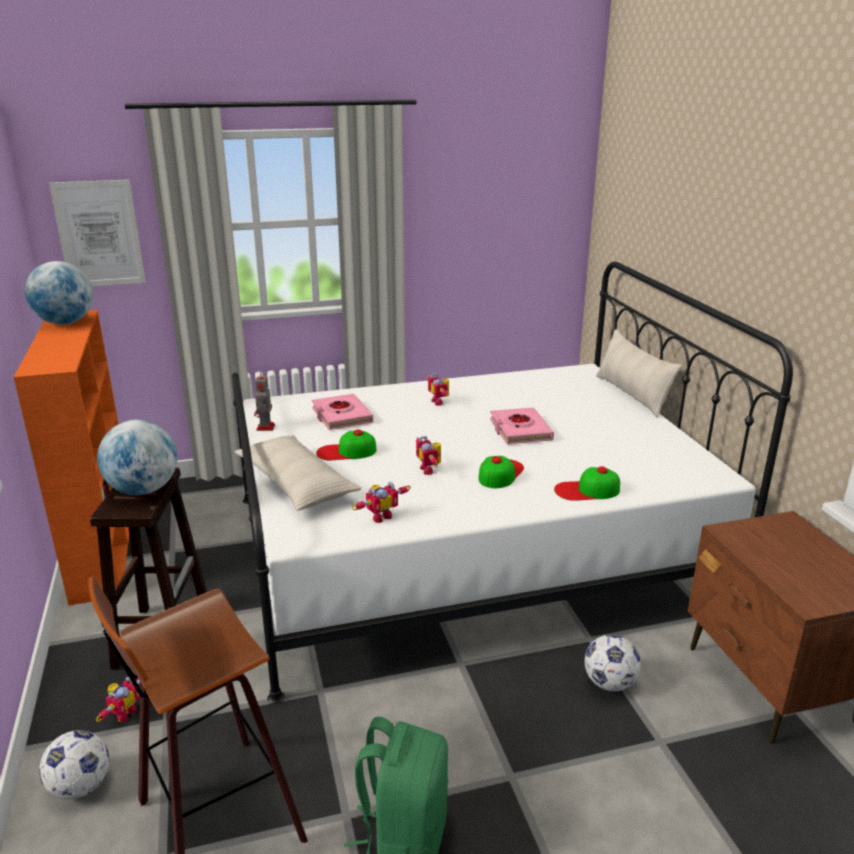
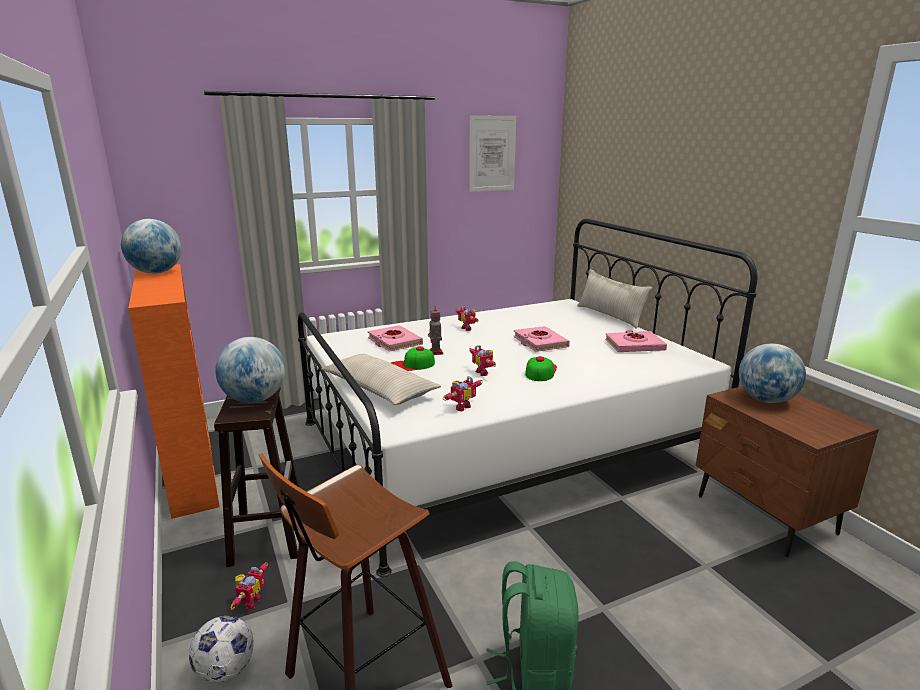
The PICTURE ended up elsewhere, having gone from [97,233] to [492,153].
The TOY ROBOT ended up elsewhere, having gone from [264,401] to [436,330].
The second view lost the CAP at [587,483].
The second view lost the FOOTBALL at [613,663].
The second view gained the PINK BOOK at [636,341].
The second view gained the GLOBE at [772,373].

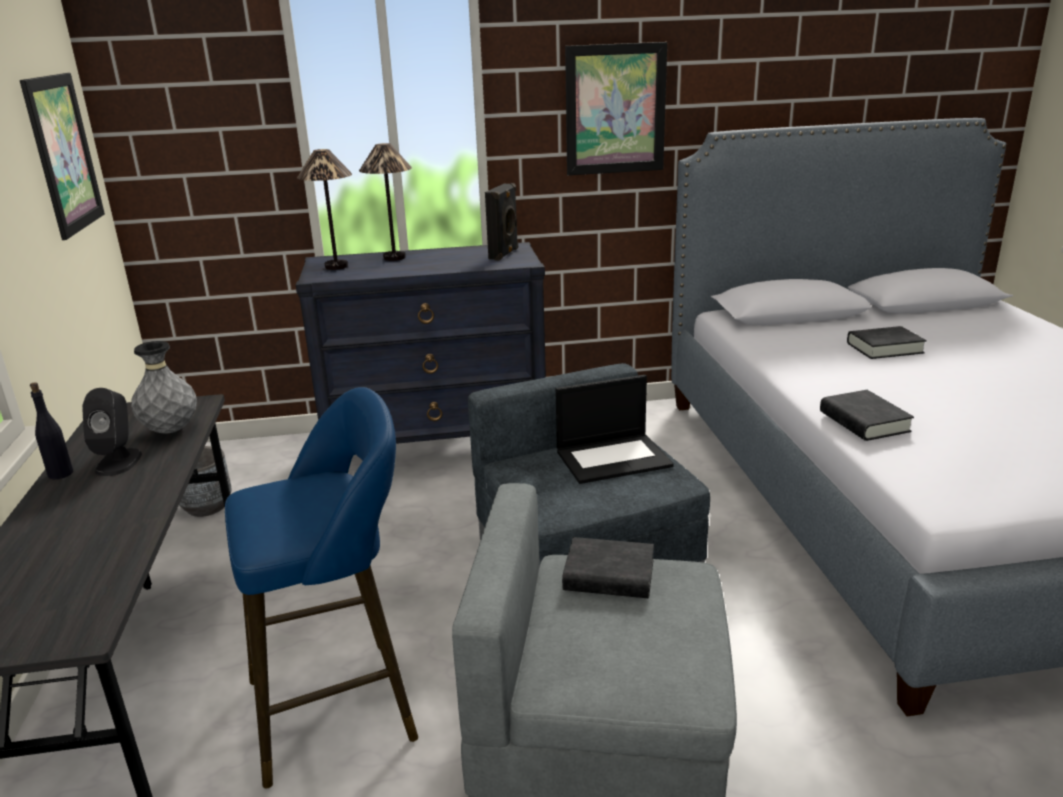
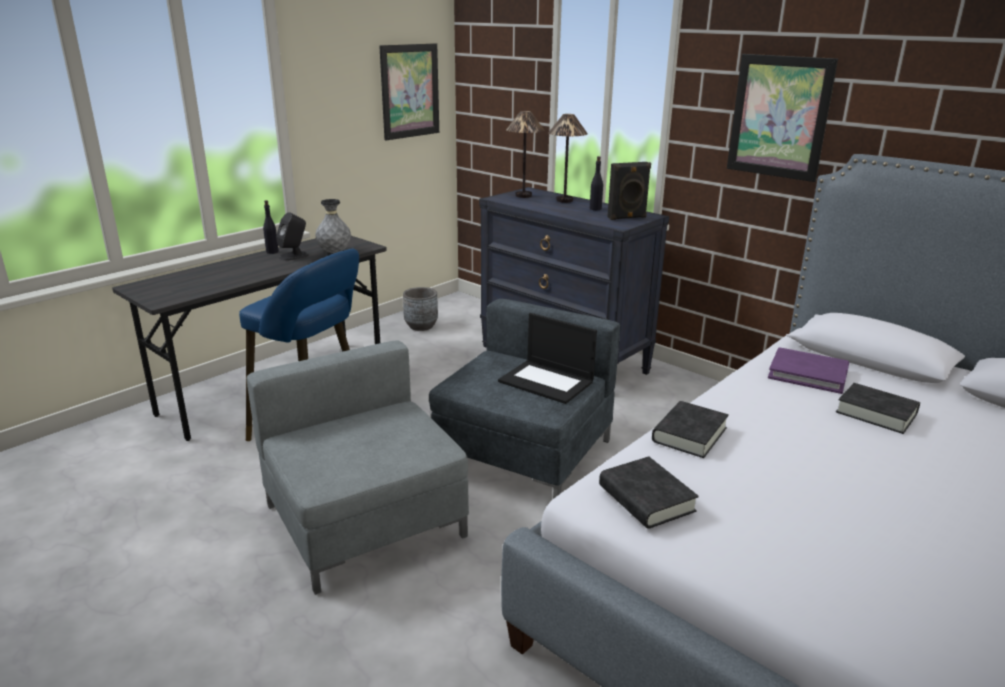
The BLACK BOOK ended up elsewhere, having gone from [608,567] to [649,492].
The second view gained the BLACK BOTTLE at [596,183].
The second view gained the PURPLE BOOK at [808,370].

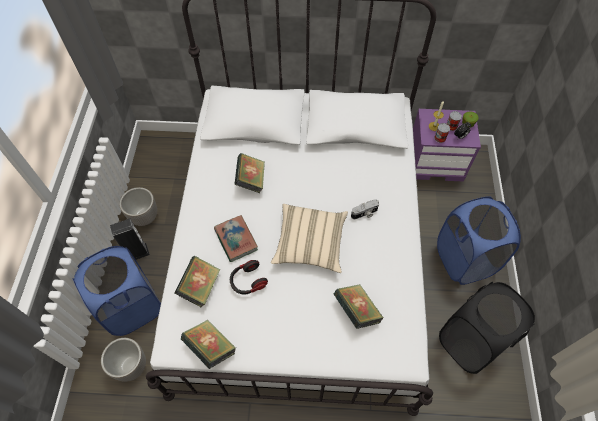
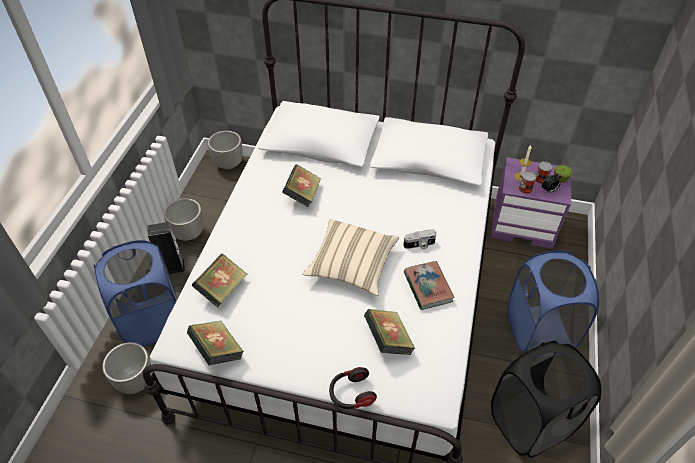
The BOOK ended up elsewhere, having gone from [236,238] to [429,285].
The HEADPHONES ended up elsewhere, having gone from [249,277] to [353,388].
The second view gained the PLANTER at [225,150].

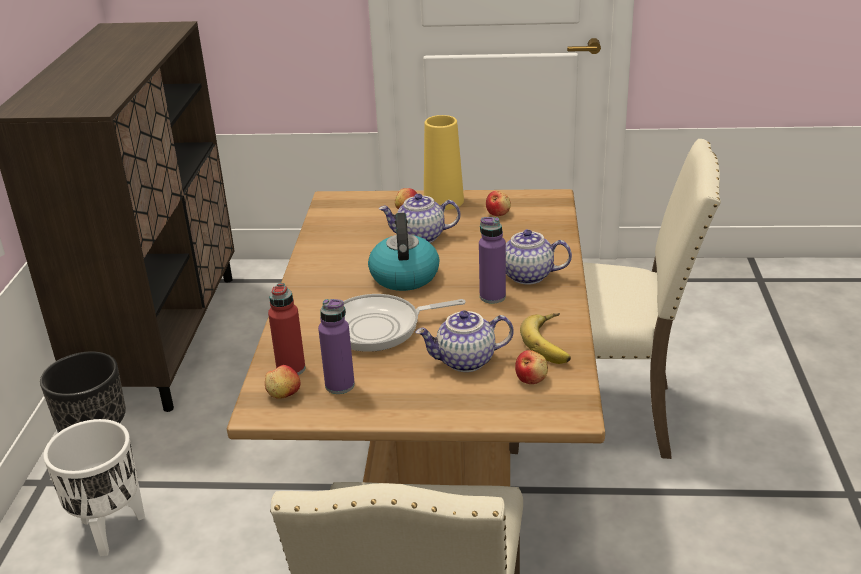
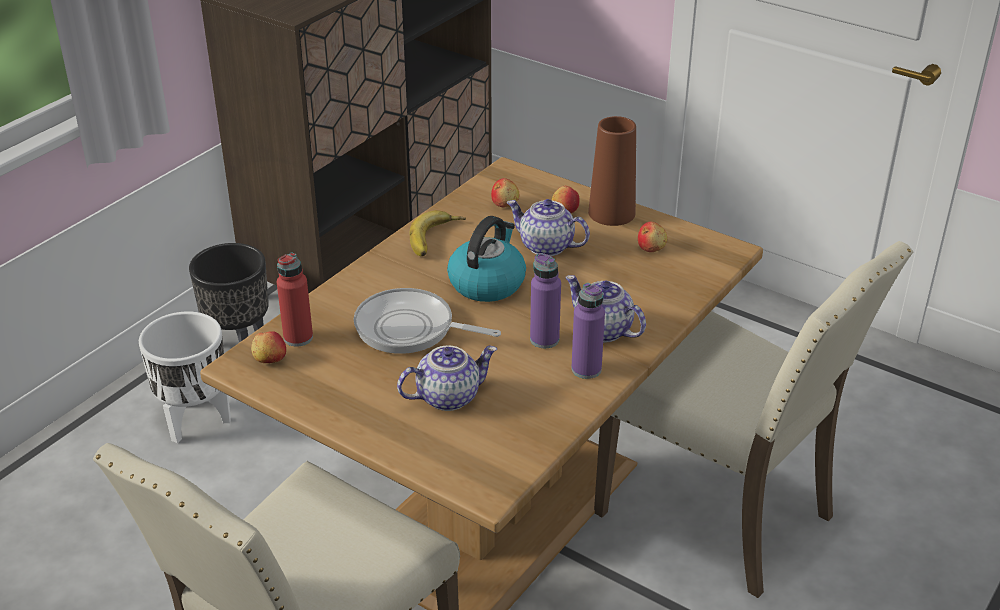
The PURPLE BOTTLE ended up elsewhere, having gone from [336,346] to [588,331].
The TEAPOT at [464,341] ended up facing another way, 135 degrees clockwise from before.
What was the YELLOW VASE at [444,162] turned into the BROWN VASE at [612,171].
The APPLE ended up elsewhere, having gone from [531,367] to [505,192].
The BANANA ended up elsewhere, having gone from [545,338] to [437,233].

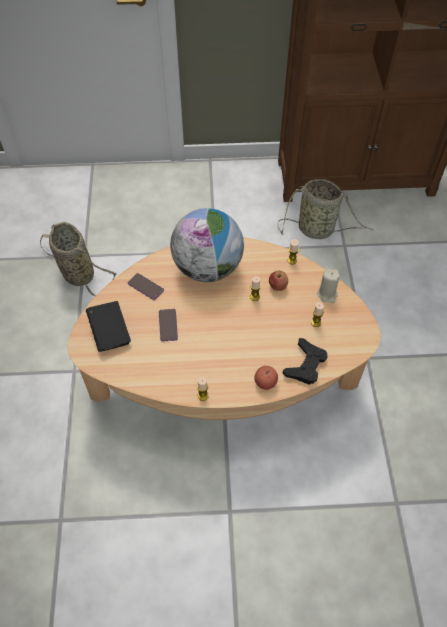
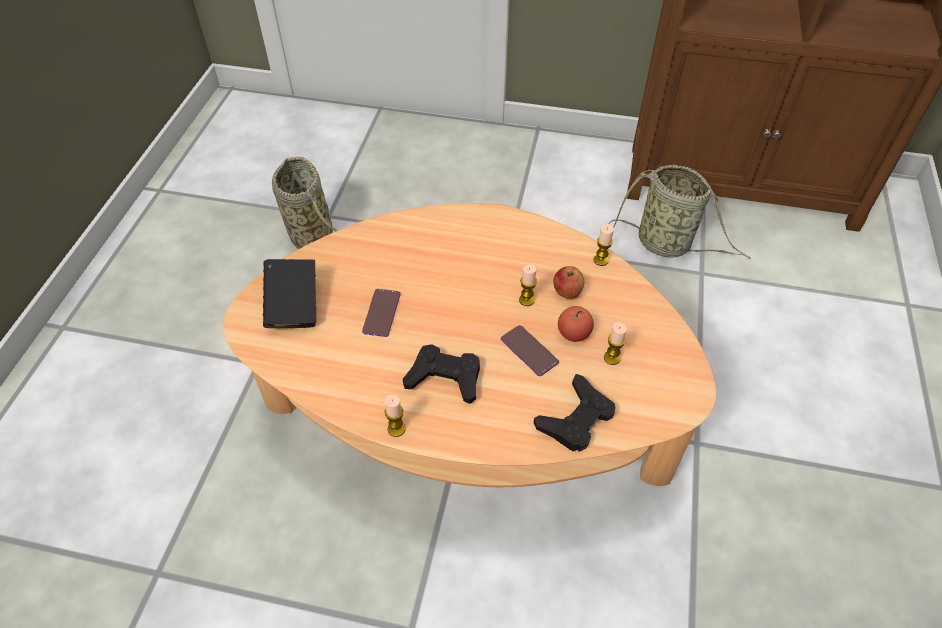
The PHONE ended up elsewhere, having gone from [146,286] to [530,350].
The second view lost the GLOBE at [207,245].
The APPLE ended up elsewhere, having gone from [266,378] to [576,324].
The second view lost the BEIGE CANDLE at [328,285].
The second view gained the BLACK GAME CONTROLLER at [441,374].

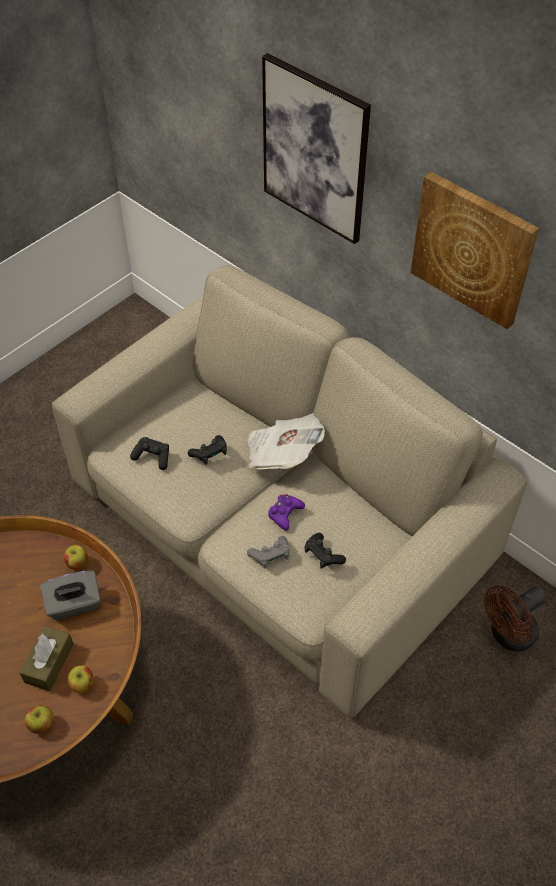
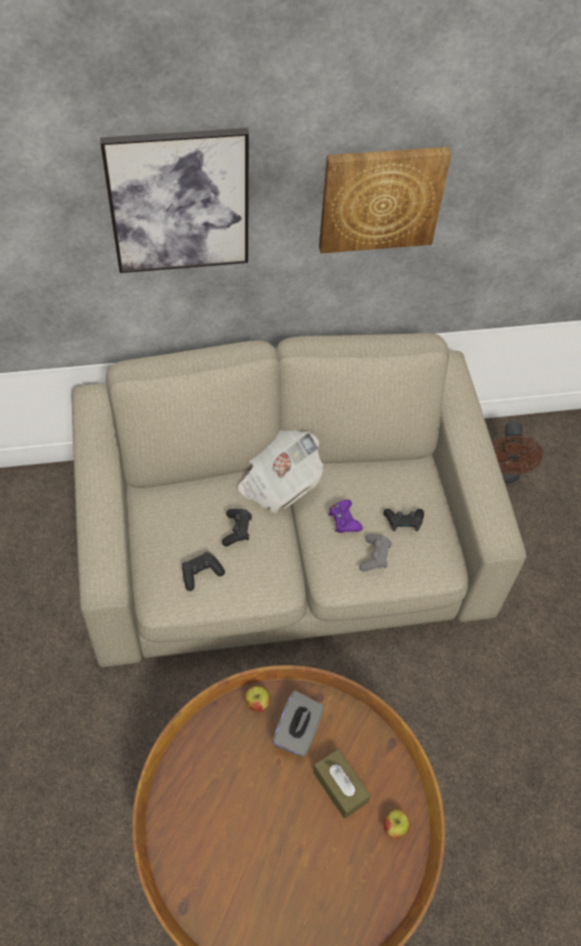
The second view lost the APPLE at [80,679].

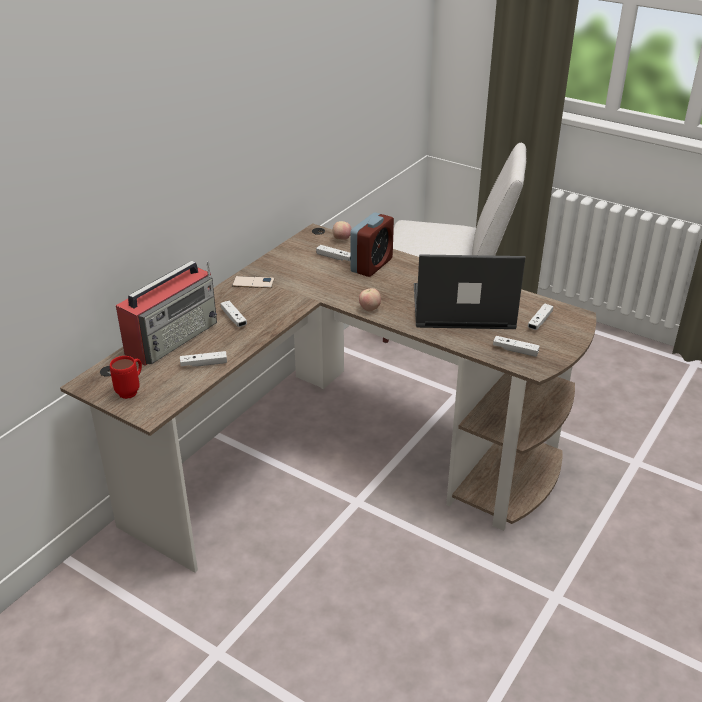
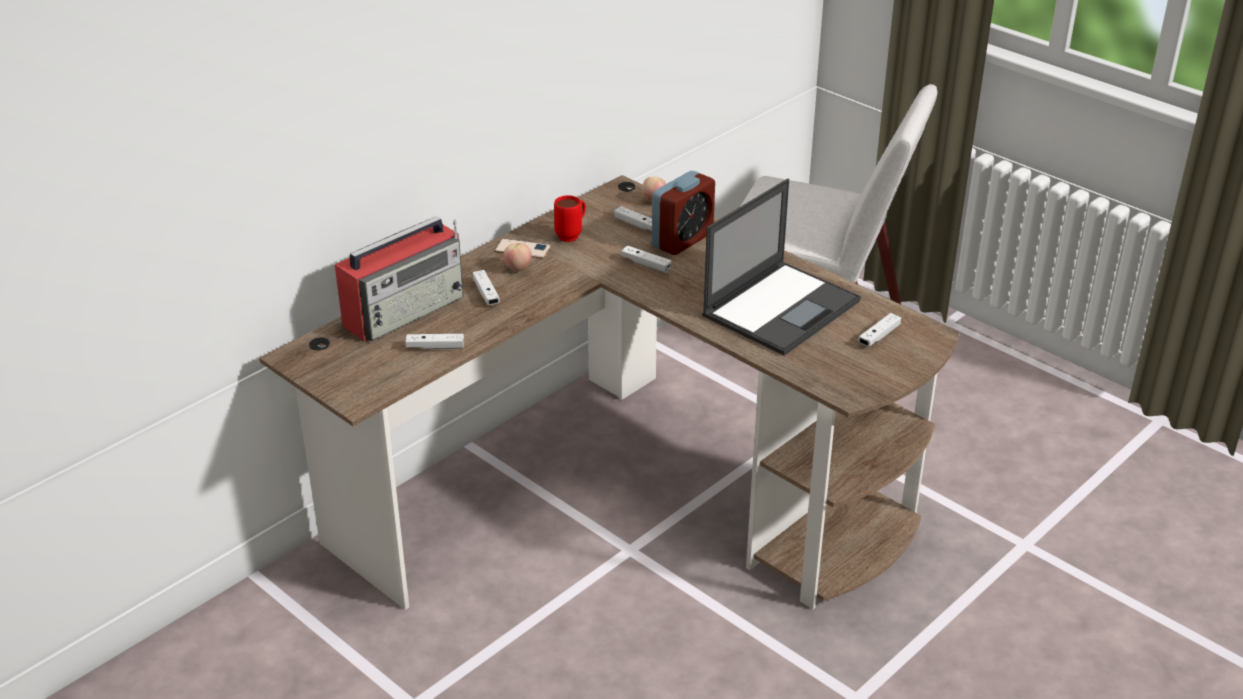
The RED MUG ended up elsewhere, having gone from [126,377] to [570,218].
The APPLE ended up elsewhere, having gone from [370,299] to [517,257].
The LAPTOP at [470,291] ended up facing another way, 120 degrees clockwise from before.
The WHITE GAME CONTROLLER ended up elsewhere, having gone from [516,346] to [646,259].

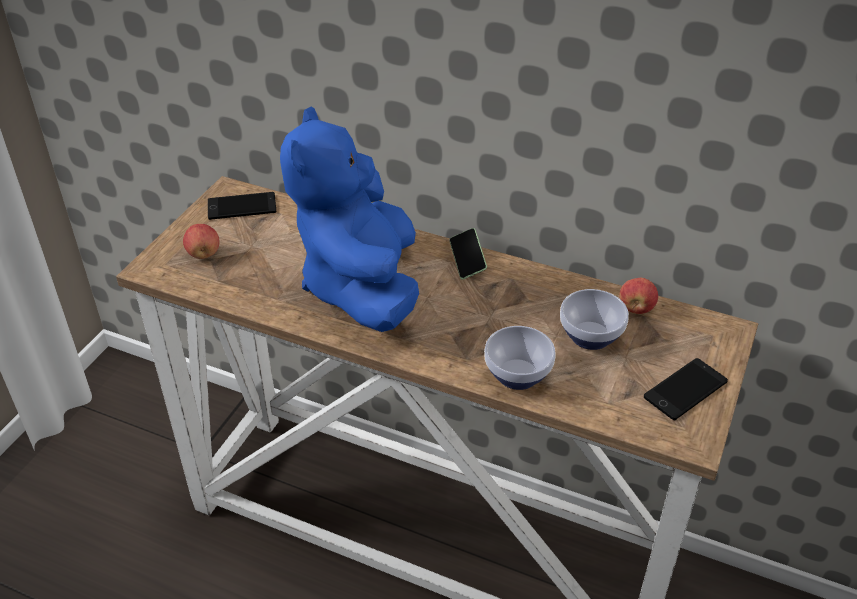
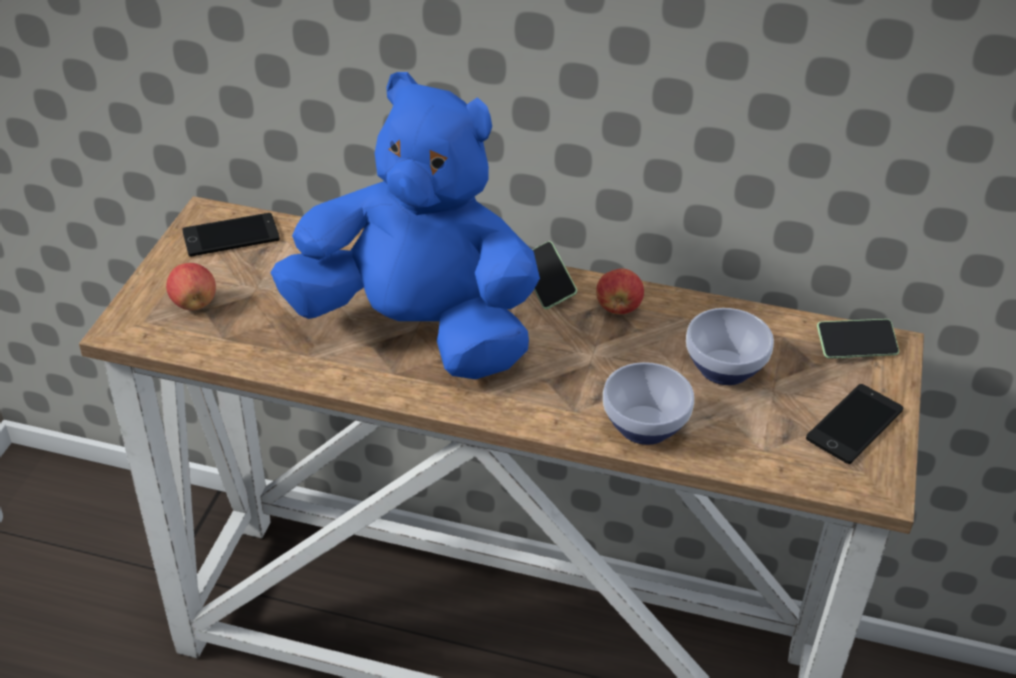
The BLUE PLUSH TOY at [349,219] ended up facing another way, 120 degrees clockwise from before.
The APPLE ended up elsewhere, having gone from [638,296] to [620,291].
The second view gained the PHONE at [858,339].

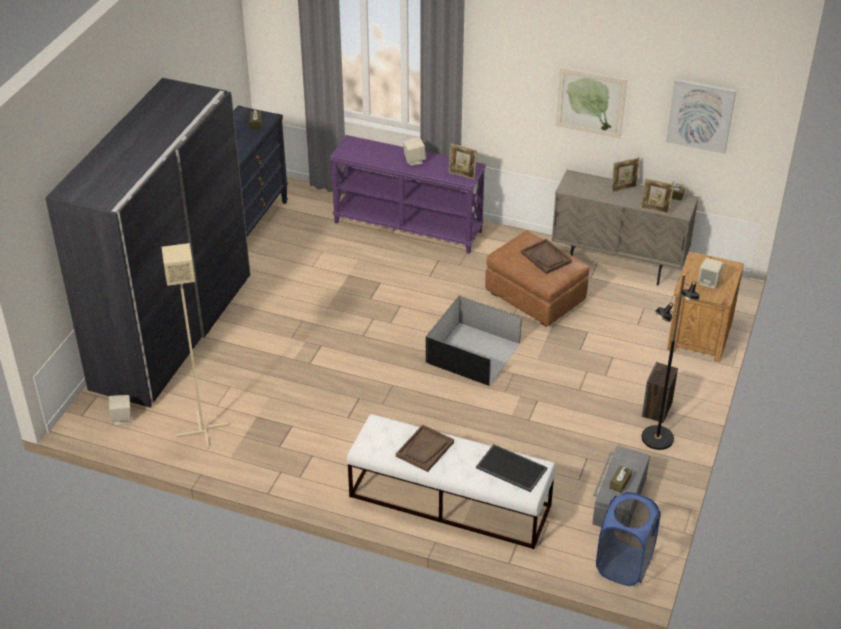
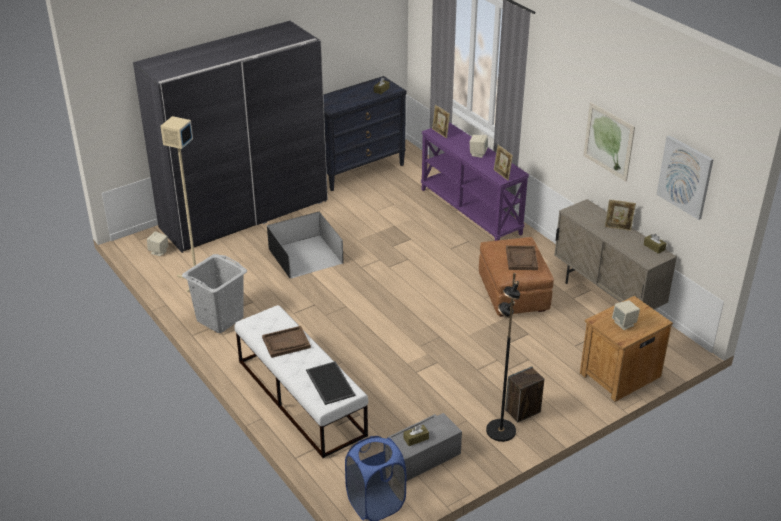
The BLACK STORAGE BOX ended up elsewhere, having gone from [474,341] to [305,245].
The PICTURE FRAME ended up elsewhere, having gone from [657,196] to [441,121].
The second view gained the GREY LAUNDRY BASKET at [214,293].

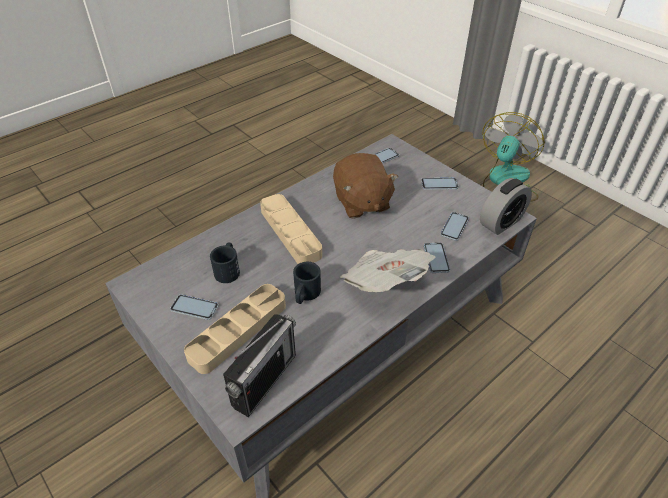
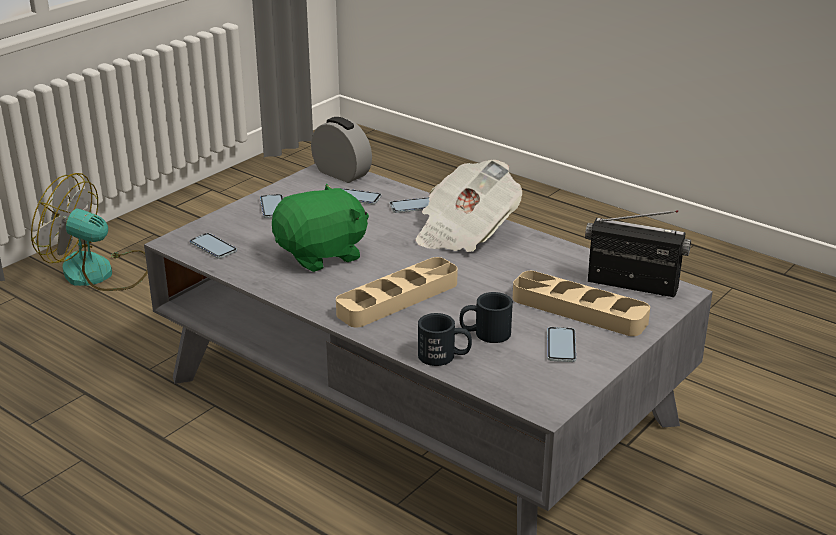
The BLACK MUG ended up elsewhere, having gone from [307,283] to [445,339].
What was the BROWN PLUSH TOY at [365,185] turned into the GREEN PLUSH TOY at [320,228].

